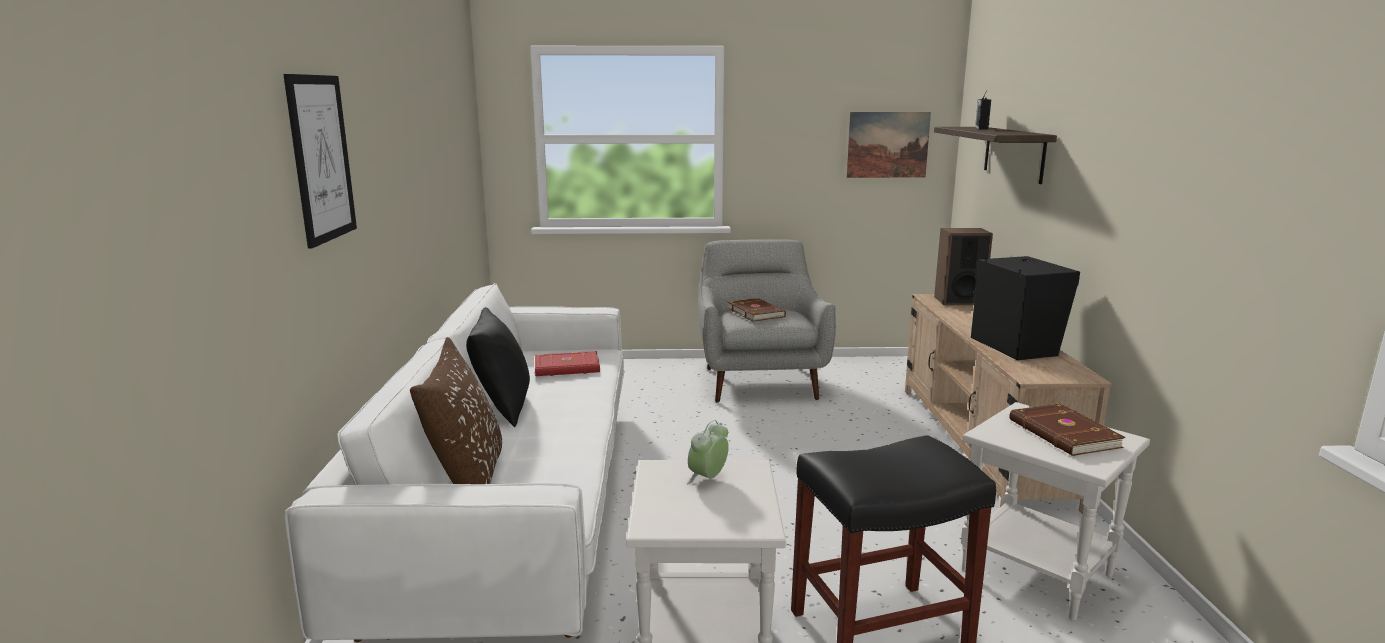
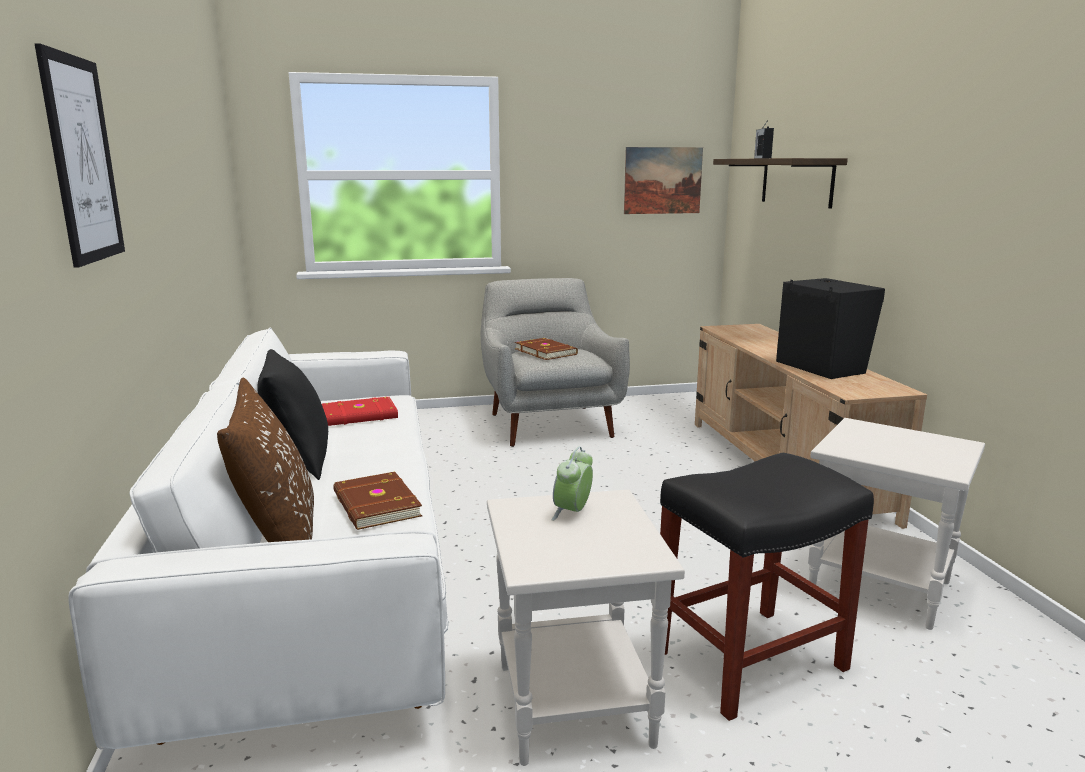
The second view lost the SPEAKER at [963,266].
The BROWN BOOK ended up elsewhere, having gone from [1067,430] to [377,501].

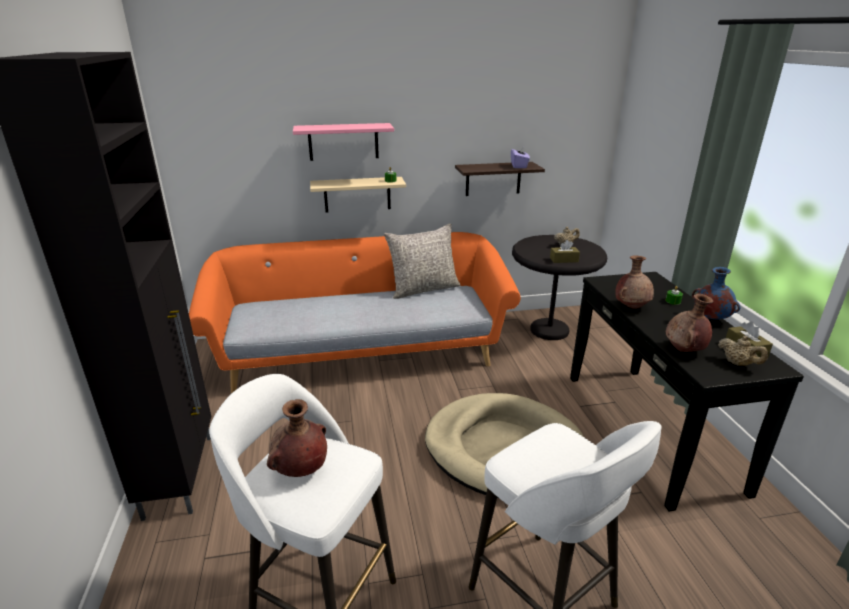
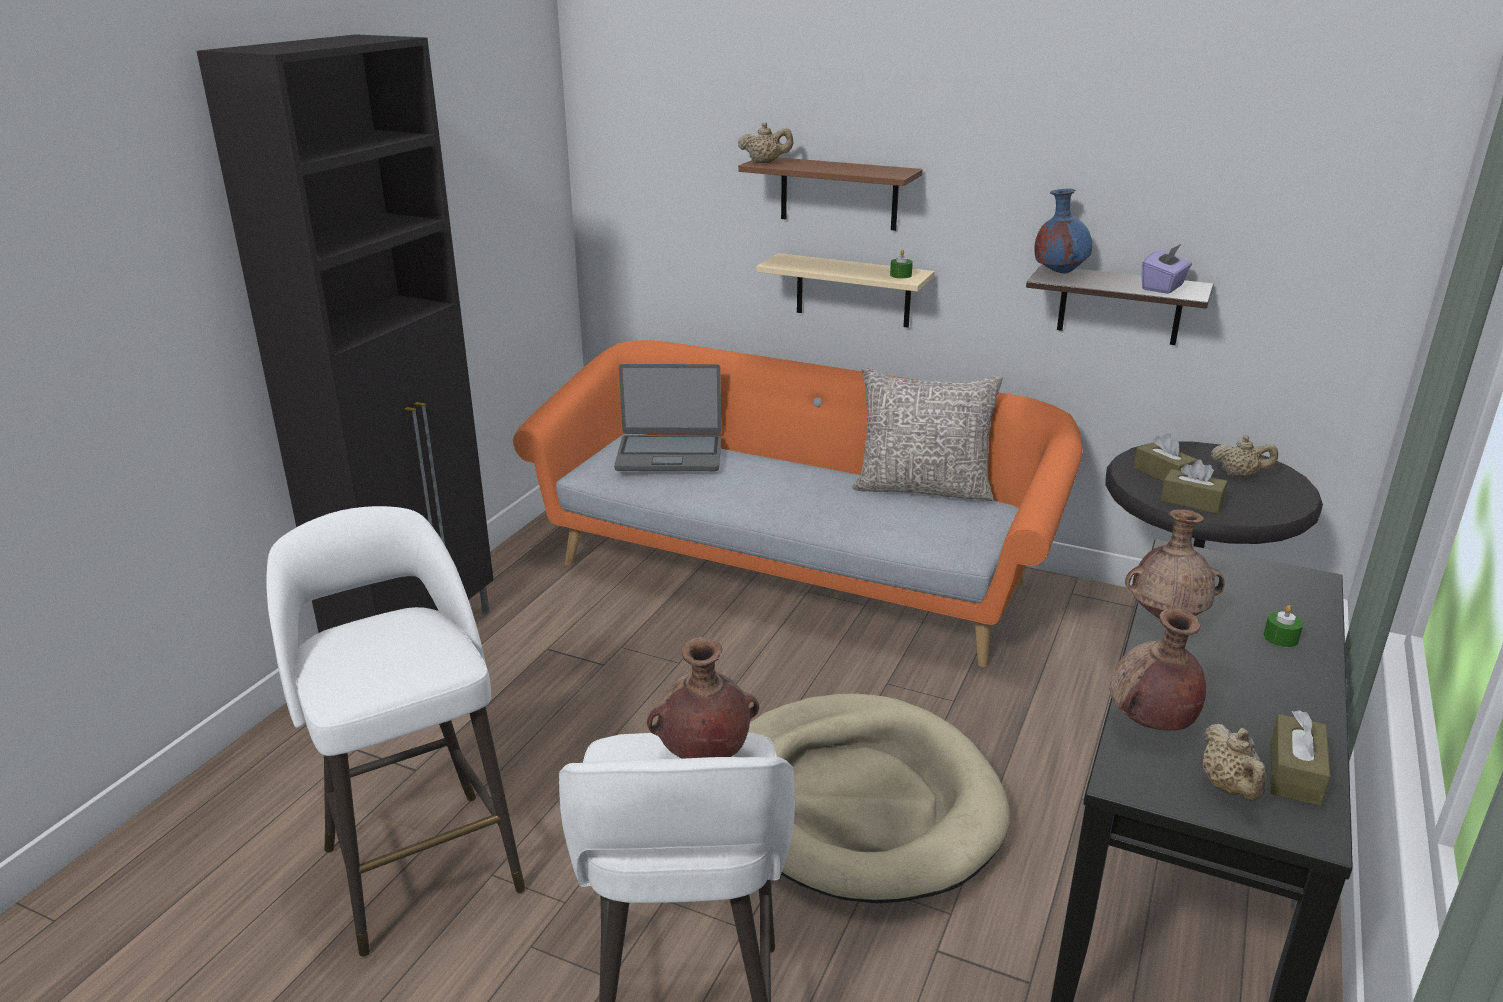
The BROWN VASE ended up elsewhere, having gone from [297,438] to [703,698].
What was the PINK SHELF at [343,142] turned into the BROWN SHELF at [830,194].
The BLUE VASE ended up elsewhere, having gone from [716,293] to [1063,231].
The second view gained the LAPTOP at [667,417].
The second view gained the BEIGE TEAPOT at [765,142].
The second view gained the BROWN TISSUE BOX at [1165,457].

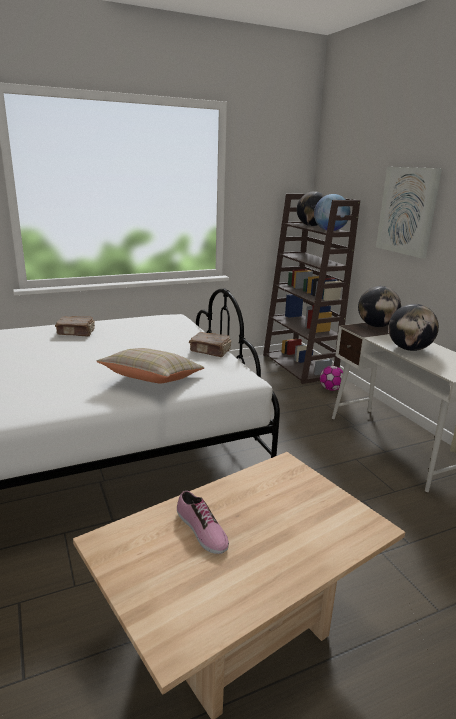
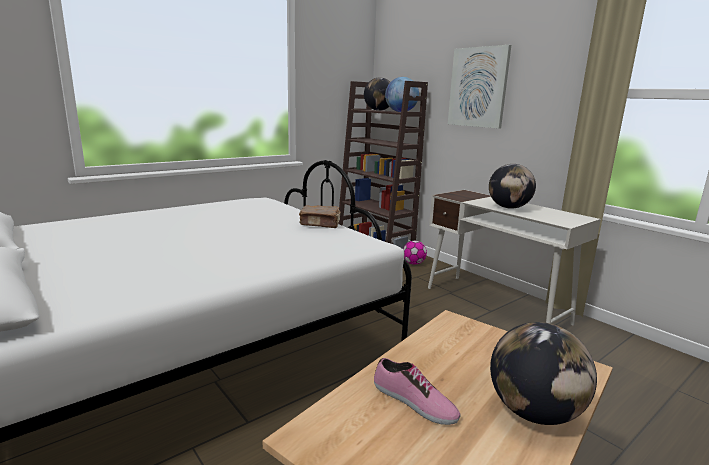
The second view lost the BROWN BOOK at [75,326].
The second view lost the BEIGE PILLOW at [150,365].
The GLOBE ended up elsewhere, having gone from [379,306] to [543,373].

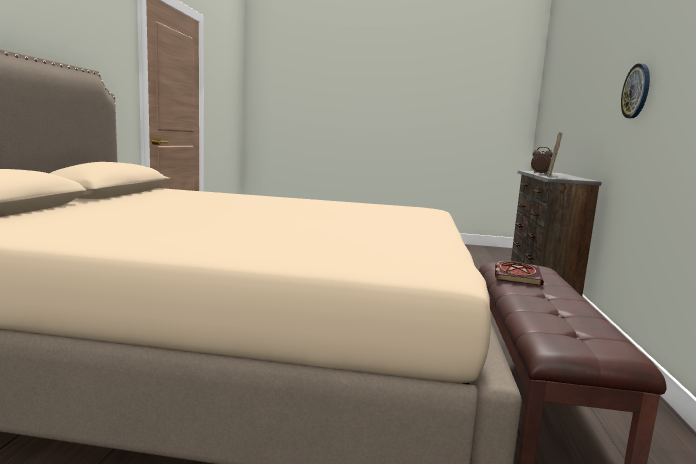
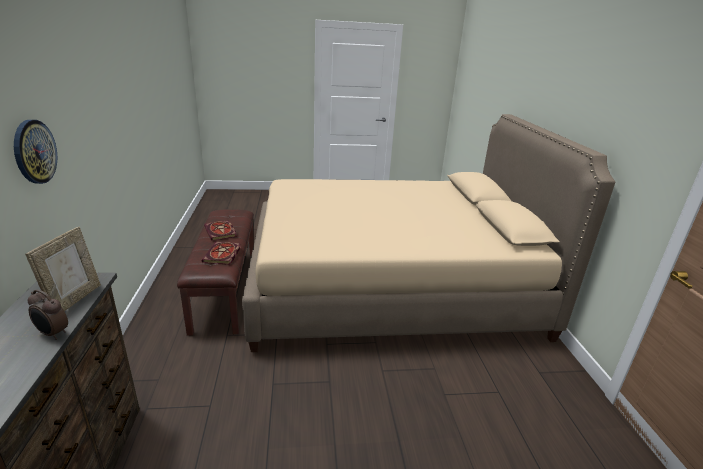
The second view gained the BOOK at [220,230].

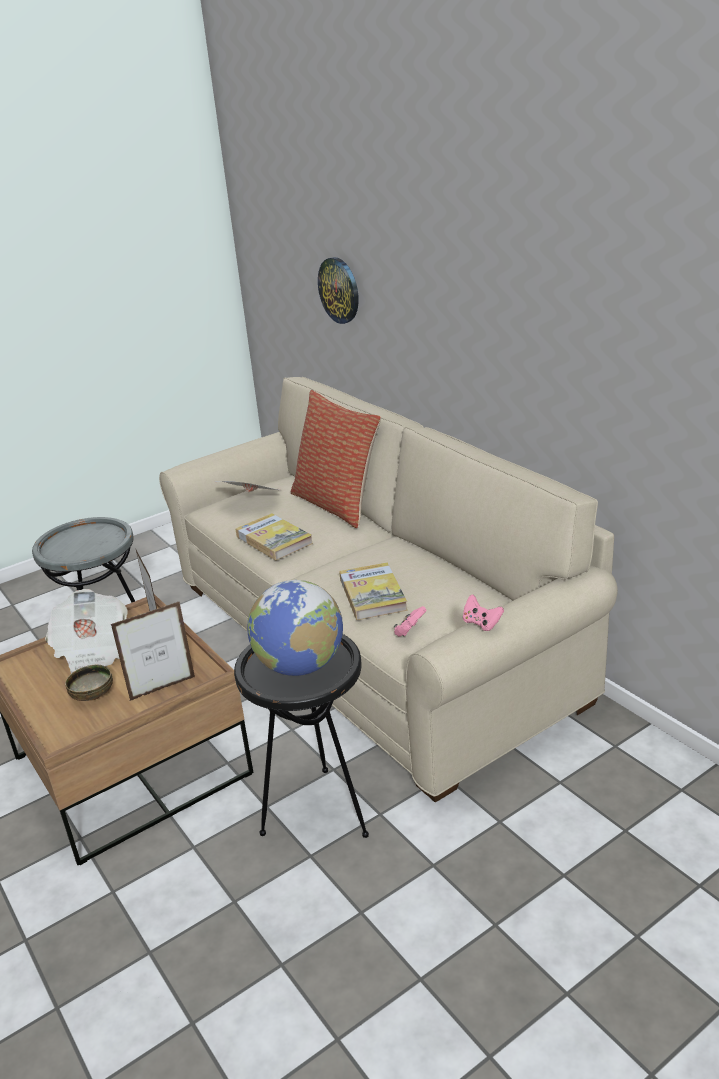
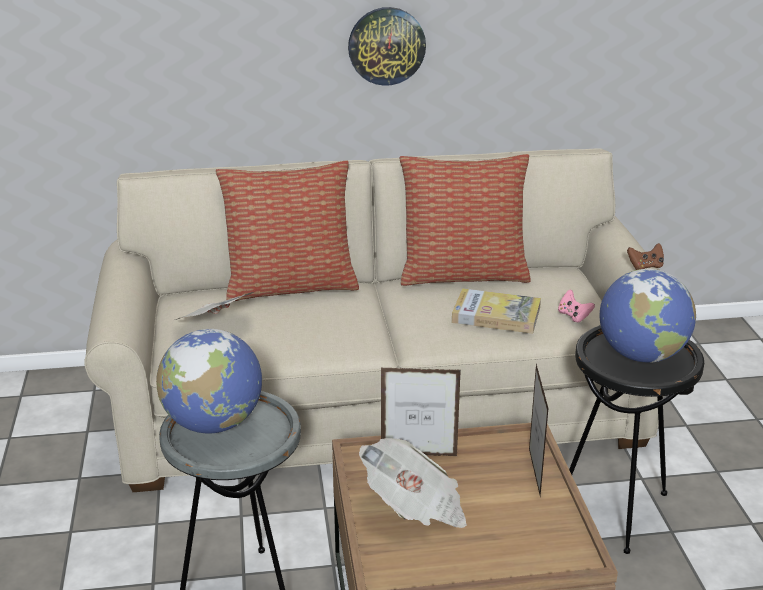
The second view lost the BOWL at [89,682].
The second view lost the BOOK at [274,536].
The WALL CLOCK ended up elsewhere, having gone from [338,290] to [387,46].
What was the PINK GAME CONTROLLER at [483,612] turned into the BROWN GAME CONTROLLER at [645,256].
The second view gained the GLOBE at [209,381].
The second view gained the PILLOW at [465,220].

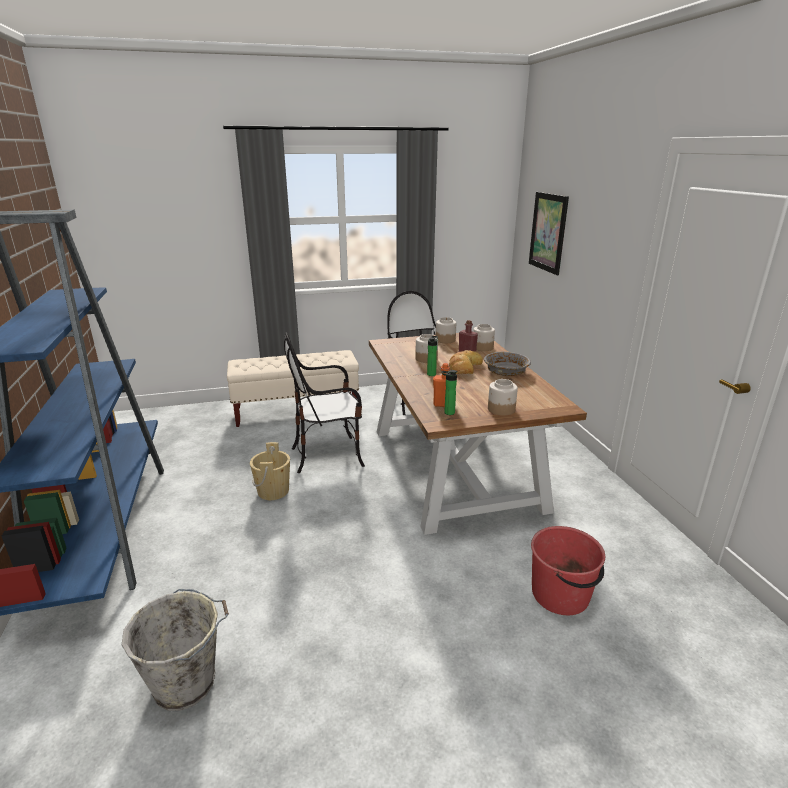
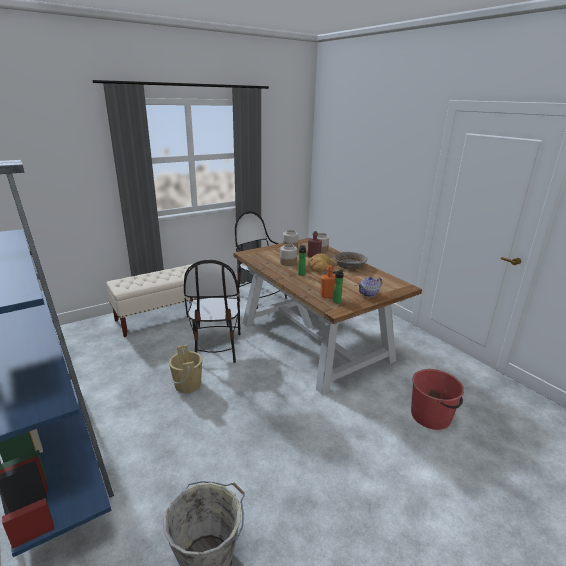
The CHAIR at [324,402] ended up facing another way, 60 degrees counterclockwise from before.
Where the JAR stood at [503,397], the TEAPOT came to stand at [370,286].
The second view lost the PICTURE at [549,233].

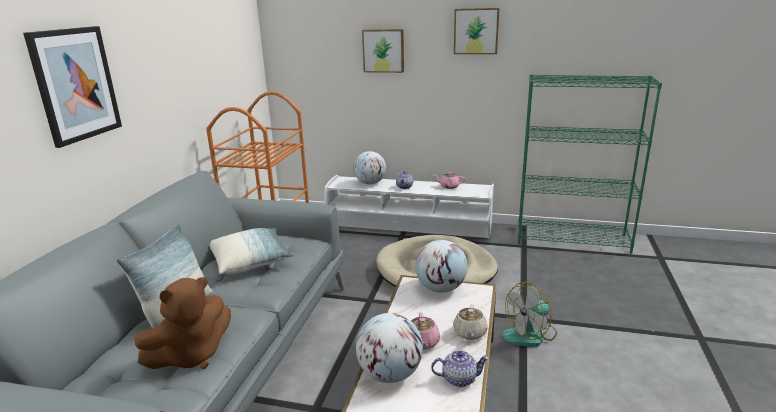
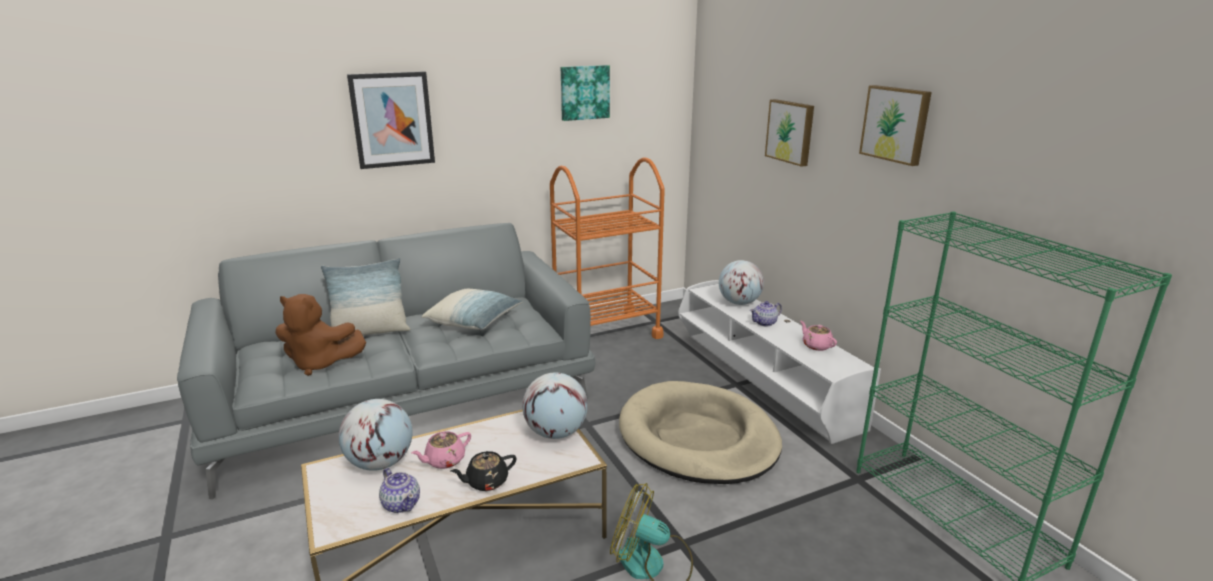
What was the BEIGE TEAPOT at [470,322] turned into the BLACK TEAPOT at [484,471].
The second view gained the PICTURE at [585,93].

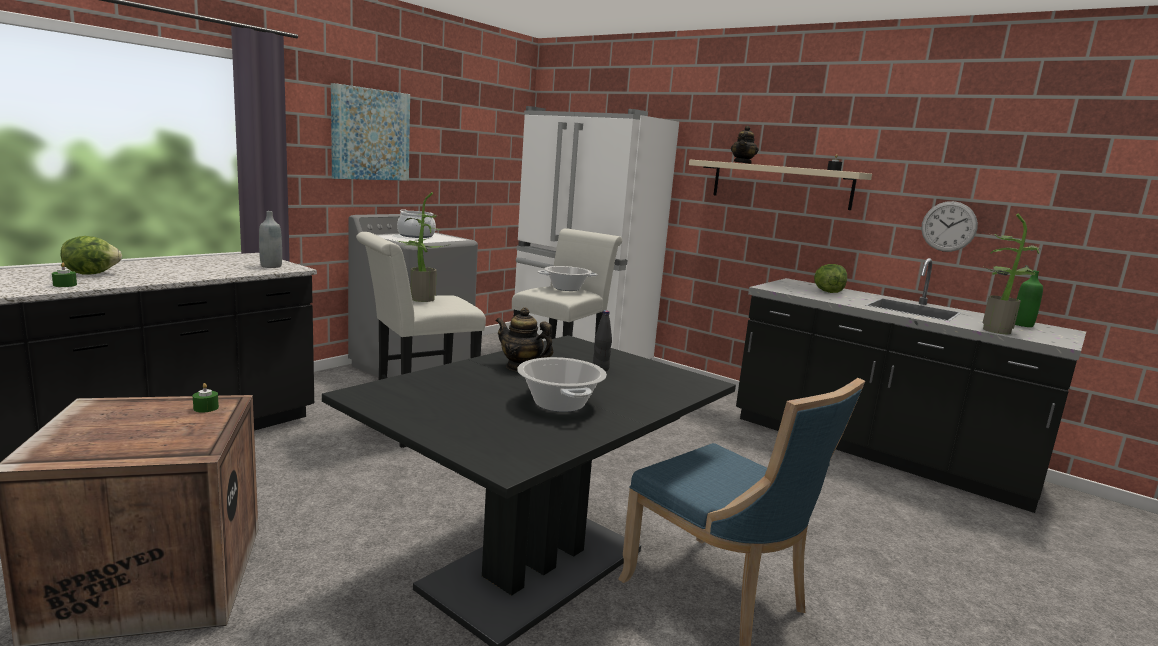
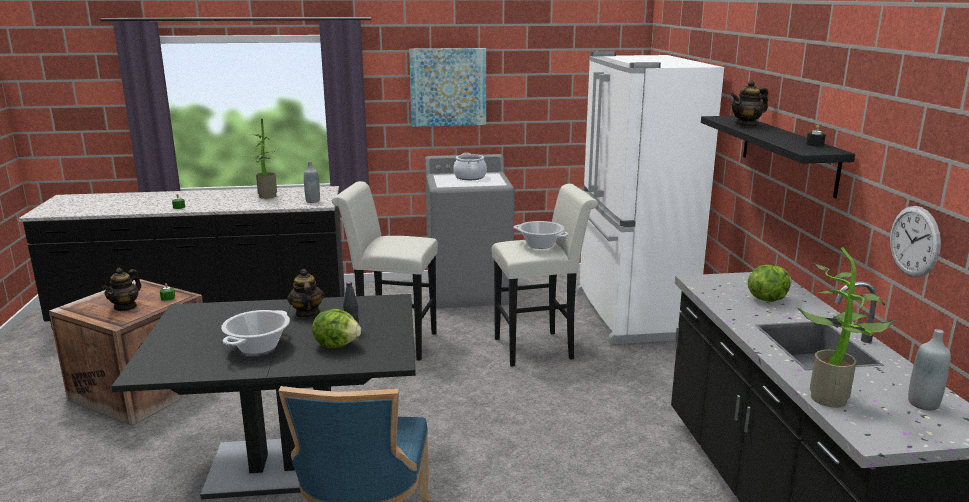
The LETTUCE ended up elsewhere, having gone from [91,255] to [336,328].
The POTTED PLANT ended up elsewhere, having gone from [418,247] to [261,158].
What was the BEIGE SHELF at [780,185] turned into the BLACK SHELF at [778,157].
What was the GREEN BOTTLE at [1029,298] turned into the GREY BOTTLE at [929,369].
The second view gained the TEAPOT at [121,289].

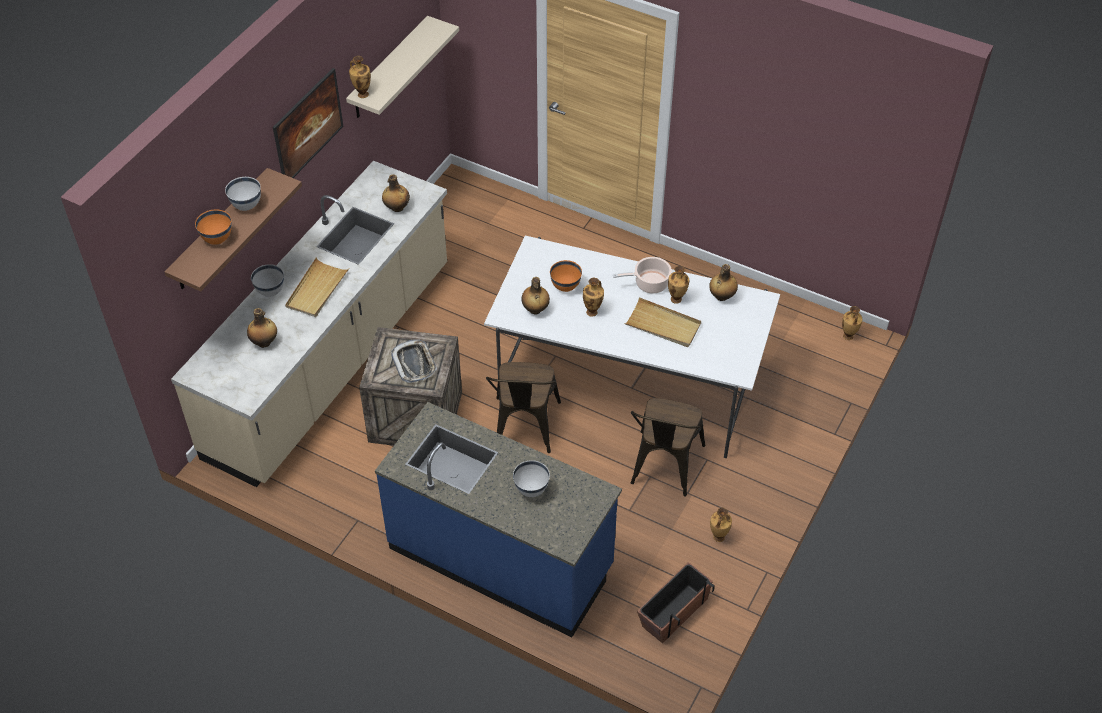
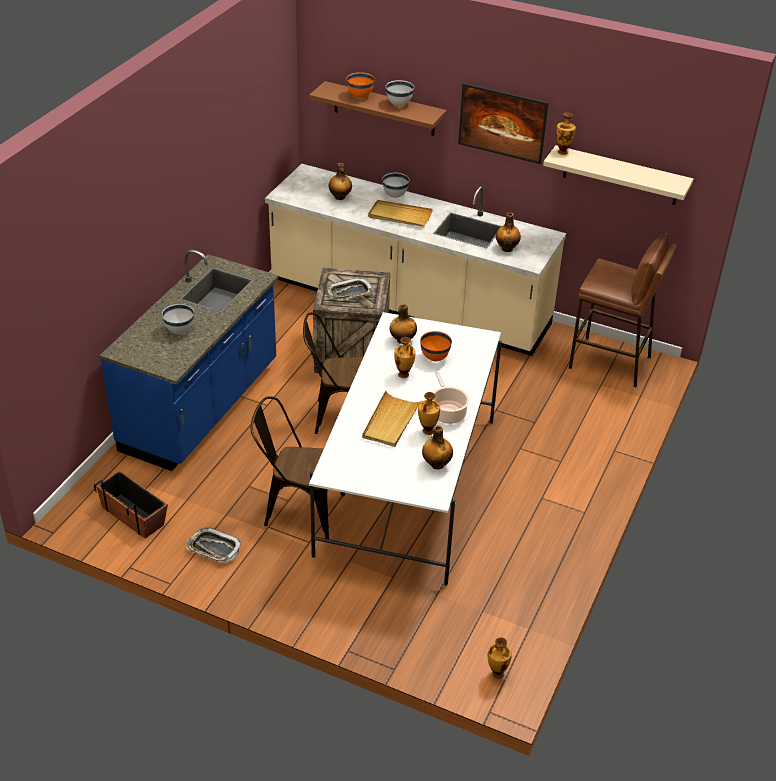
Where the VASE stood at [721,524], the TRAY came to stand at [214,544].
The second view gained the BROWN STOOL at [623,310].

